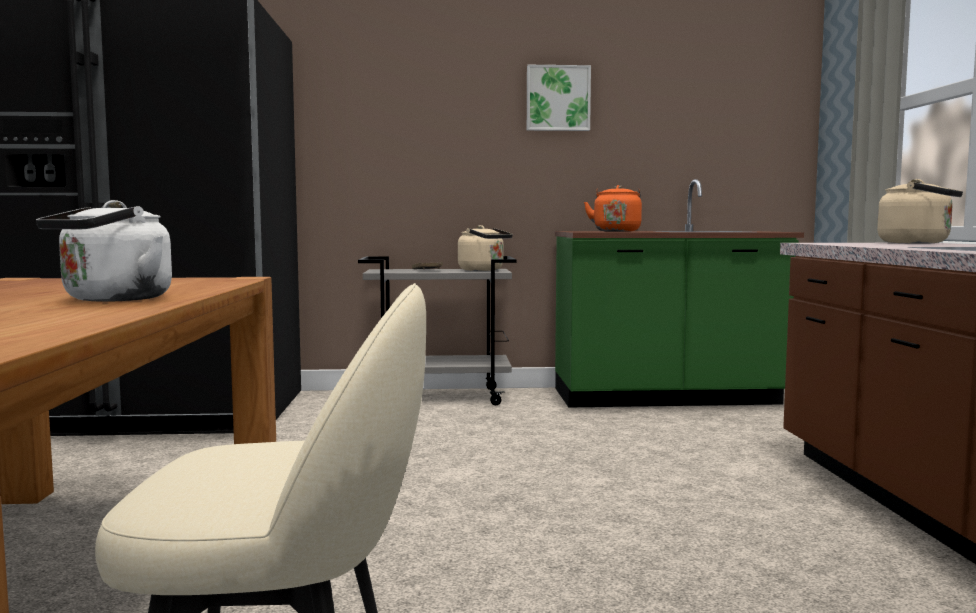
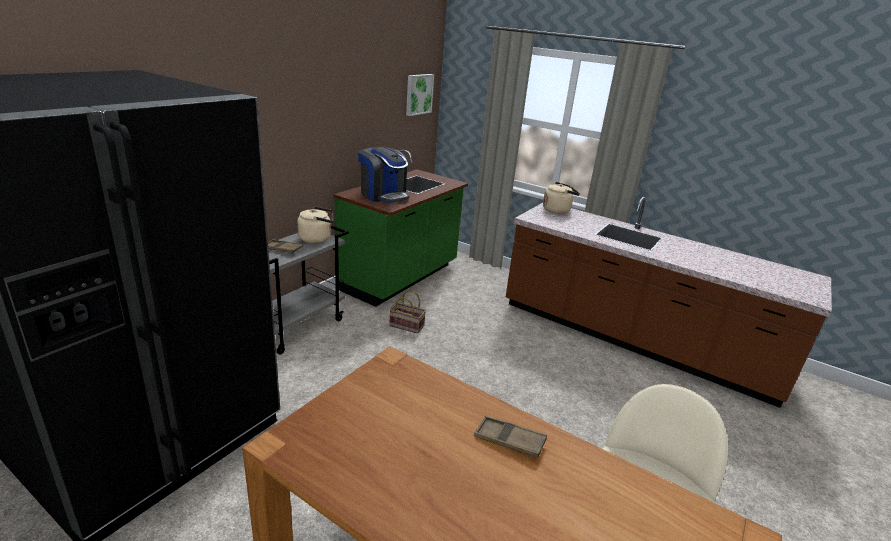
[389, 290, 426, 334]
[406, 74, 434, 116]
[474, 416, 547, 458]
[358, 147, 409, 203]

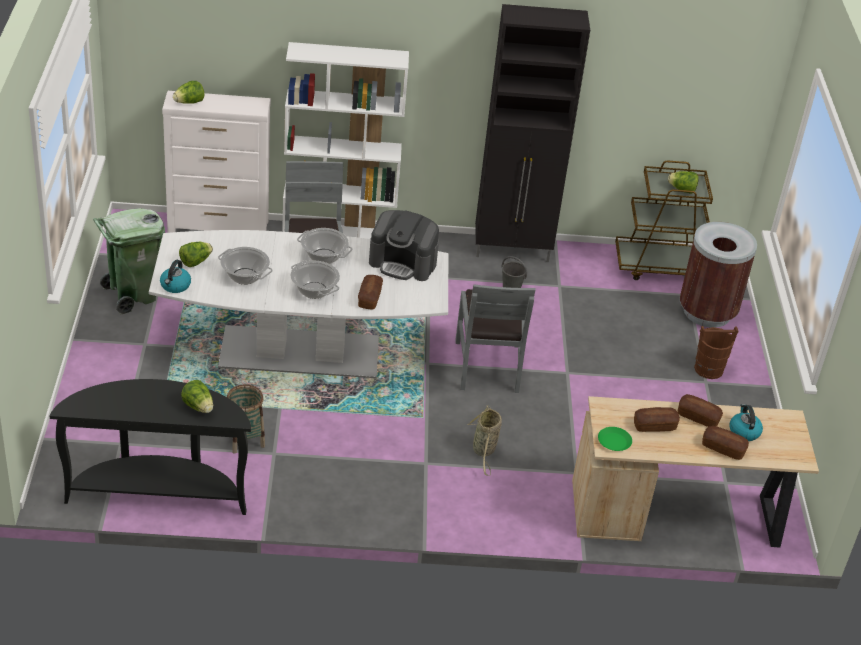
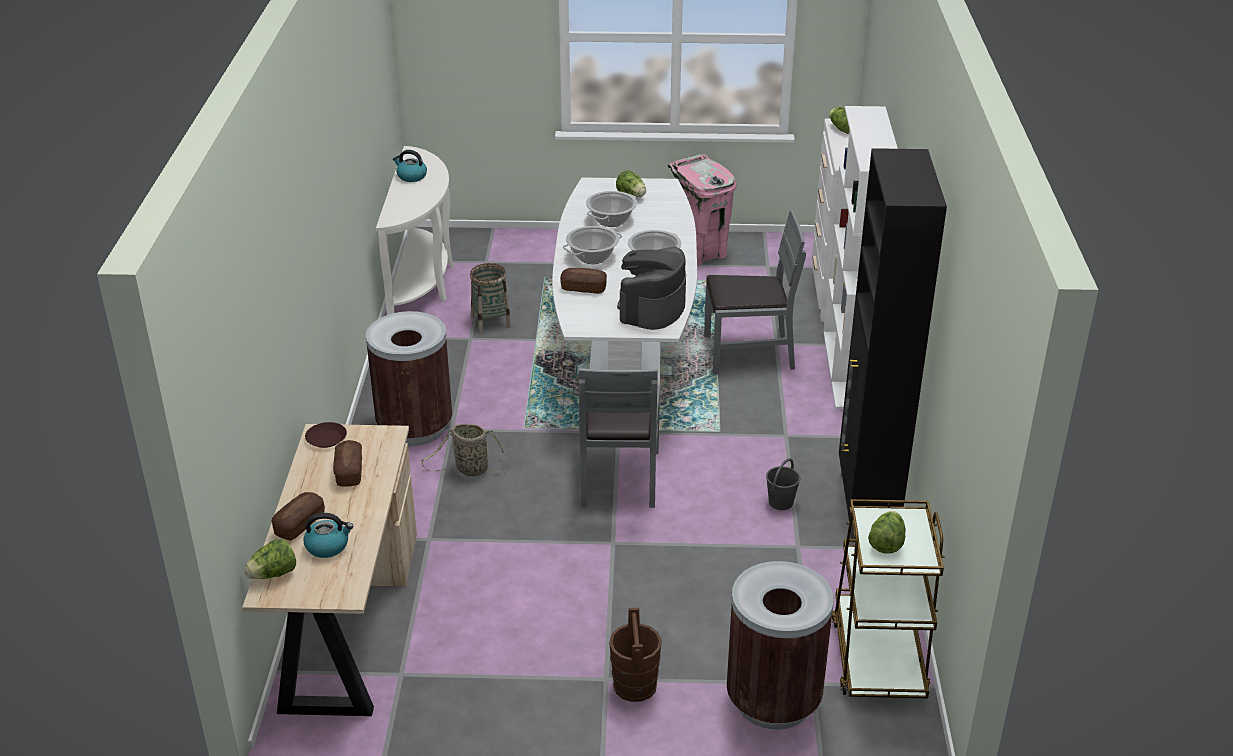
[677, 394, 723, 427] (first image)
[366, 311, 452, 446]
[393, 150, 427, 182]
[244, 539, 296, 579]
[376, 146, 454, 315]
[668, 154, 737, 265]
[305, 422, 347, 448]
[579, 368, 660, 508]

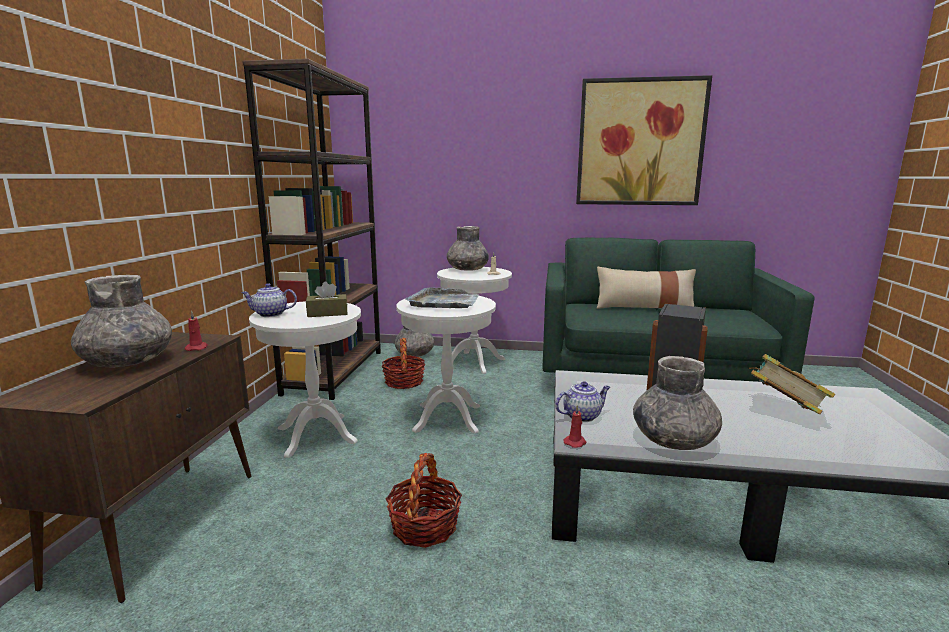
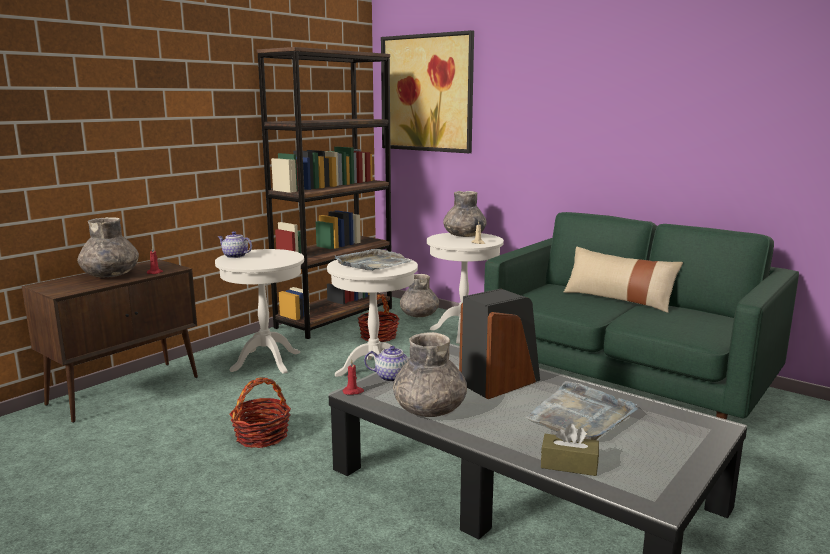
[541, 424, 599, 476]
[381, 30, 474, 153]
[525, 381, 638, 440]

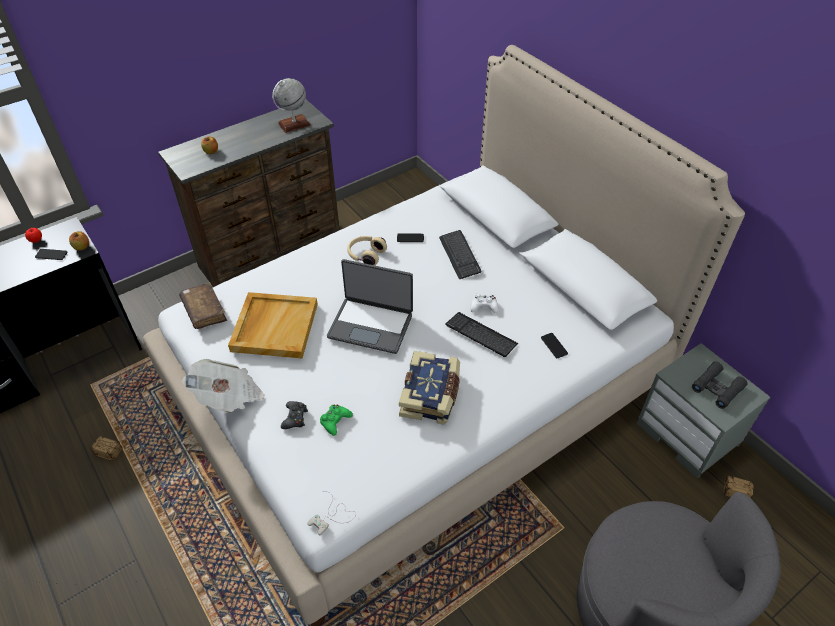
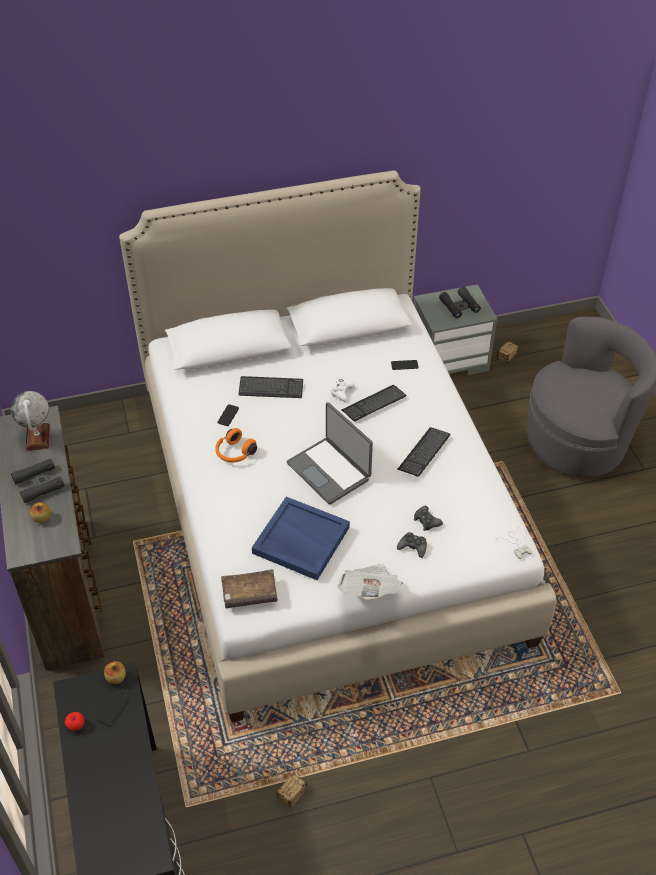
[11, 459, 65, 503]
[397, 427, 450, 477]
[252, 497, 350, 580]
[414, 505, 443, 531]
[215, 428, 257, 462]
[286, 402, 373, 505]

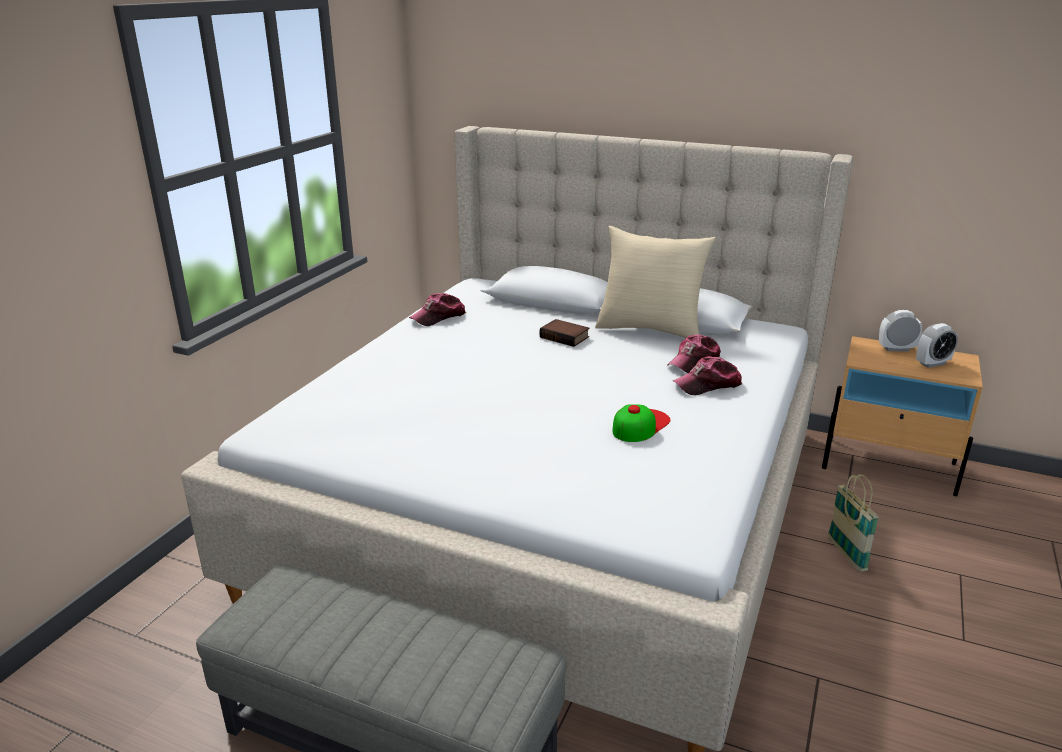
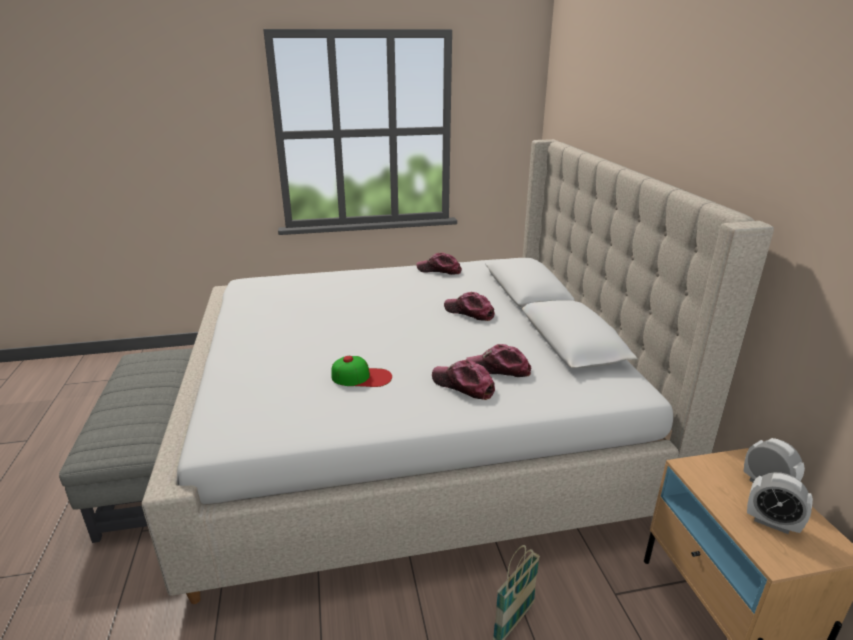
[595, 226, 716, 338] (first image)
[444, 292, 495, 321]

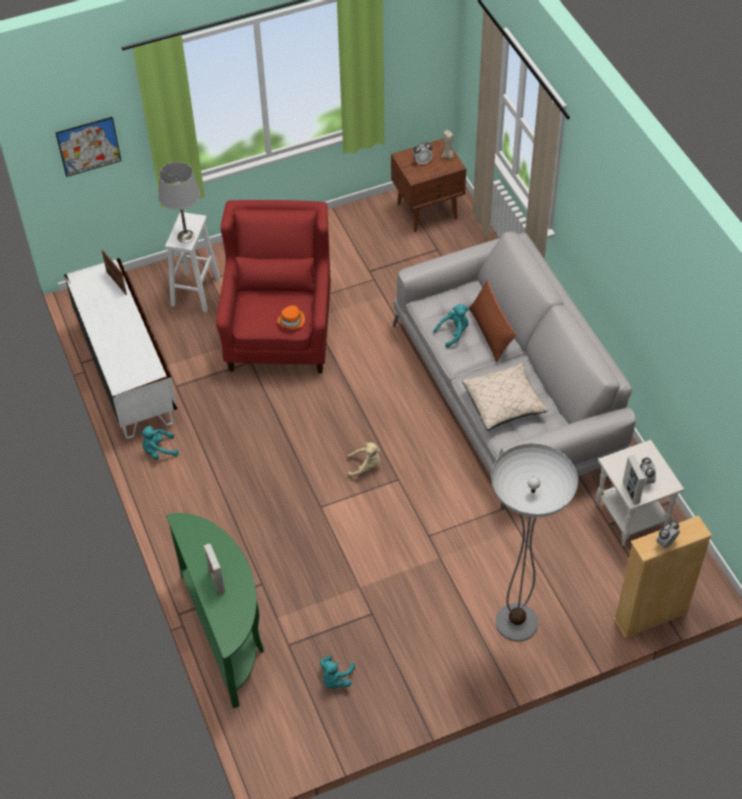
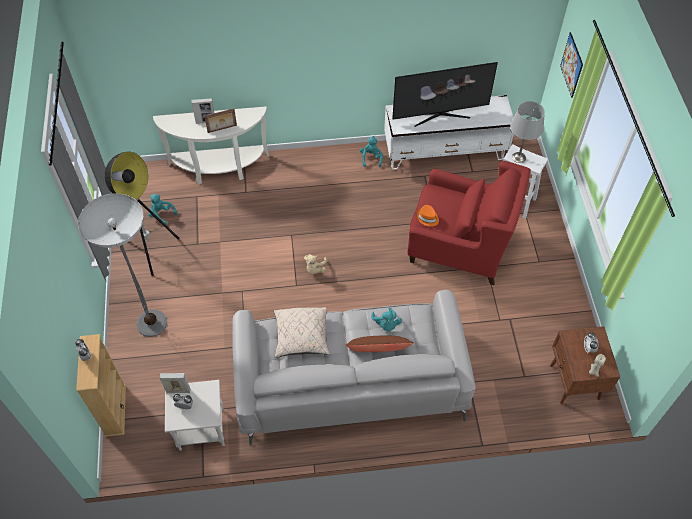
[105, 152, 180, 276]
[392, 62, 498, 127]
[204, 108, 237, 133]
[153, 107, 269, 184]

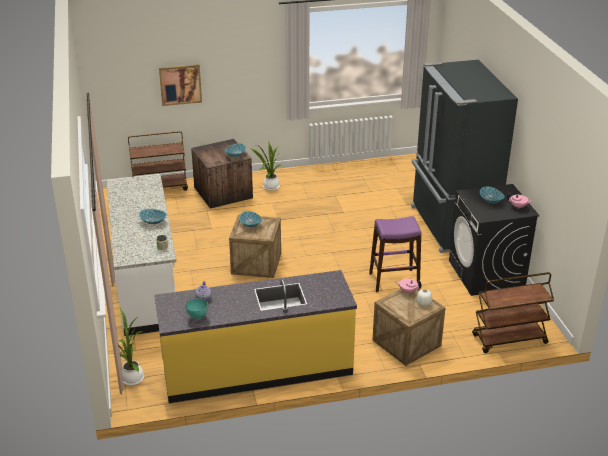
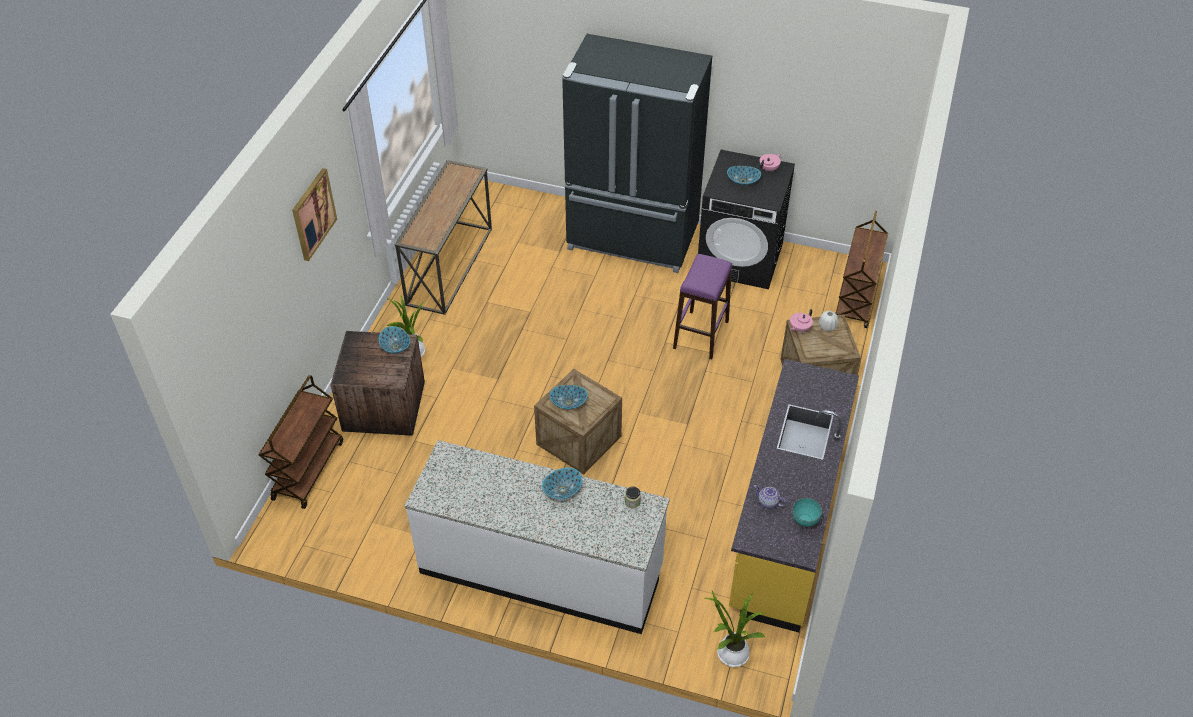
[395, 160, 492, 315]
[292, 168, 337, 261]

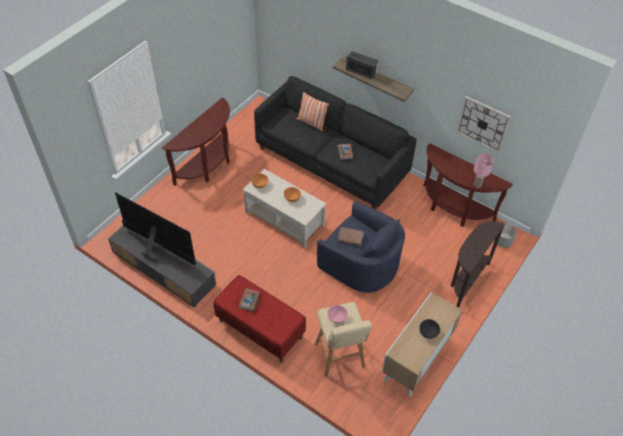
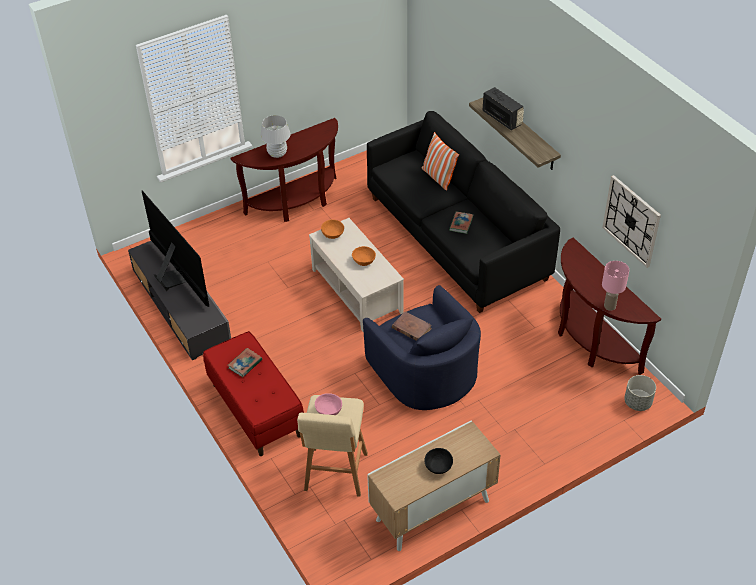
[451, 221, 505, 308] (first image)
[260, 115, 291, 158]

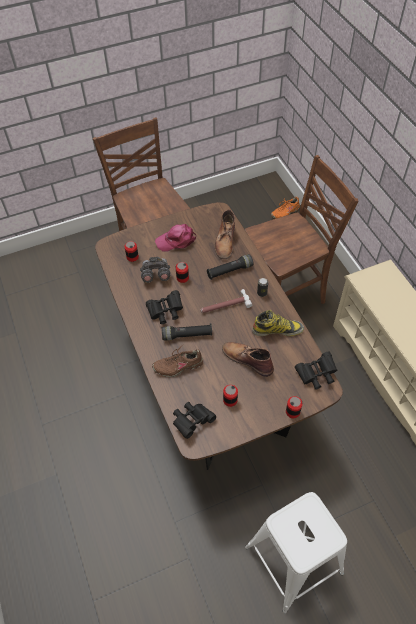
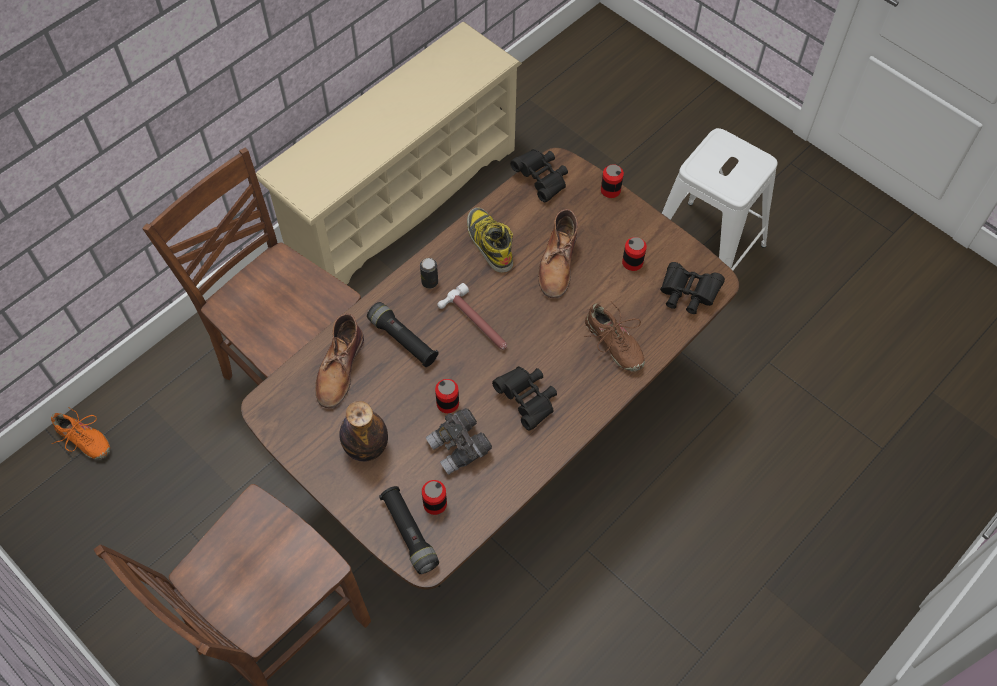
[379, 486, 439, 574]
[339, 401, 388, 462]
[315, 313, 364, 408]

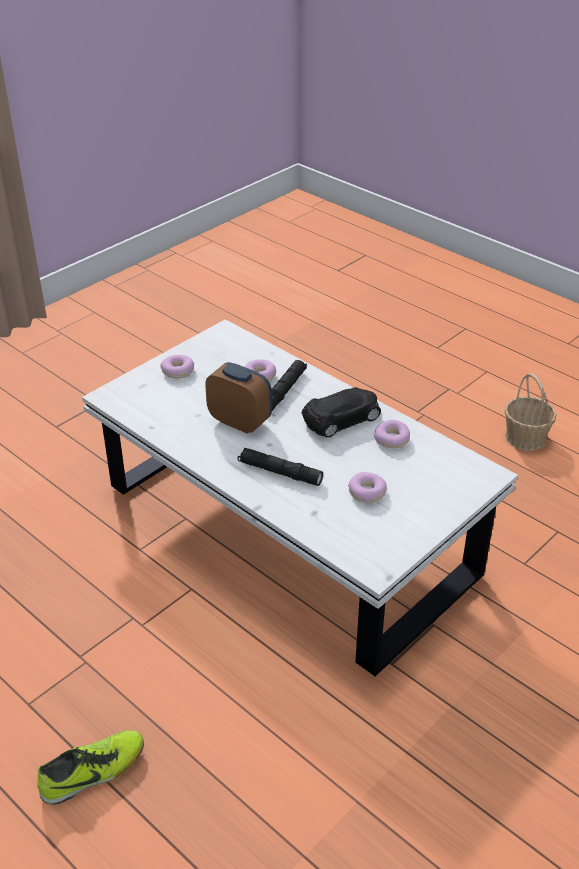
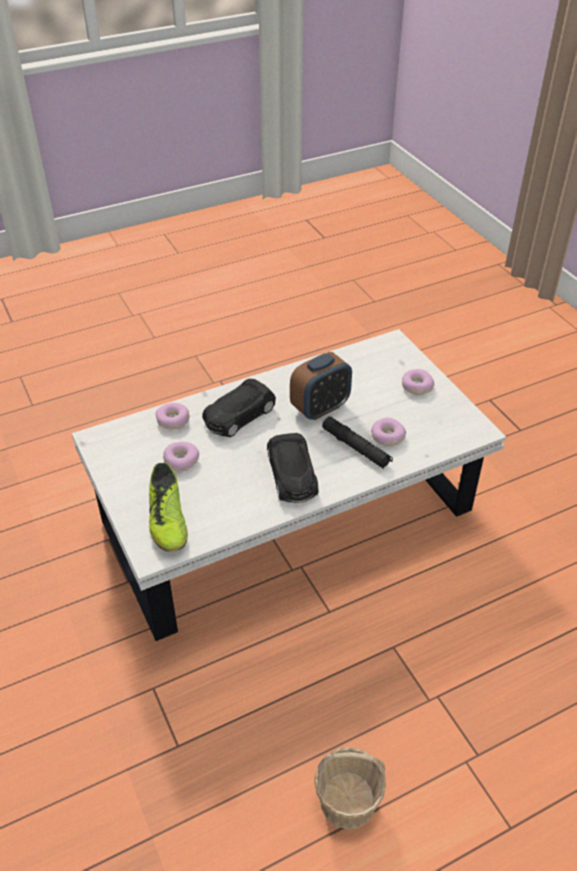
[149, 463, 188, 552]
[156, 403, 190, 430]
[202, 379, 276, 437]

